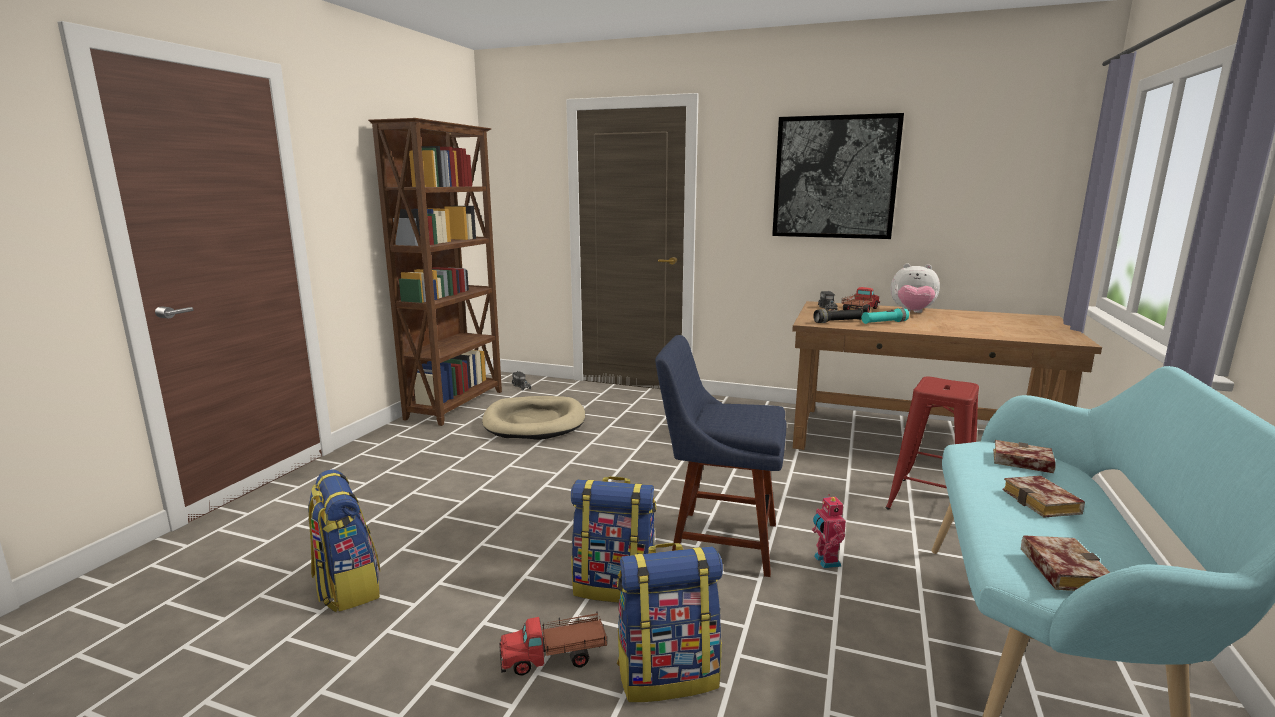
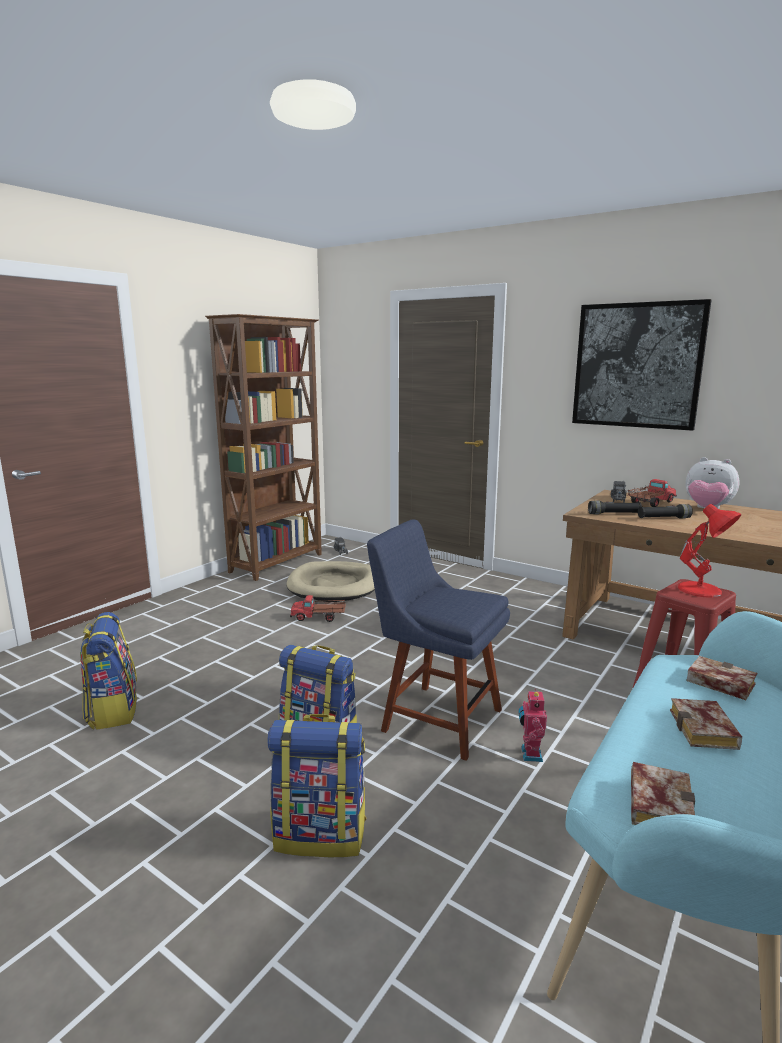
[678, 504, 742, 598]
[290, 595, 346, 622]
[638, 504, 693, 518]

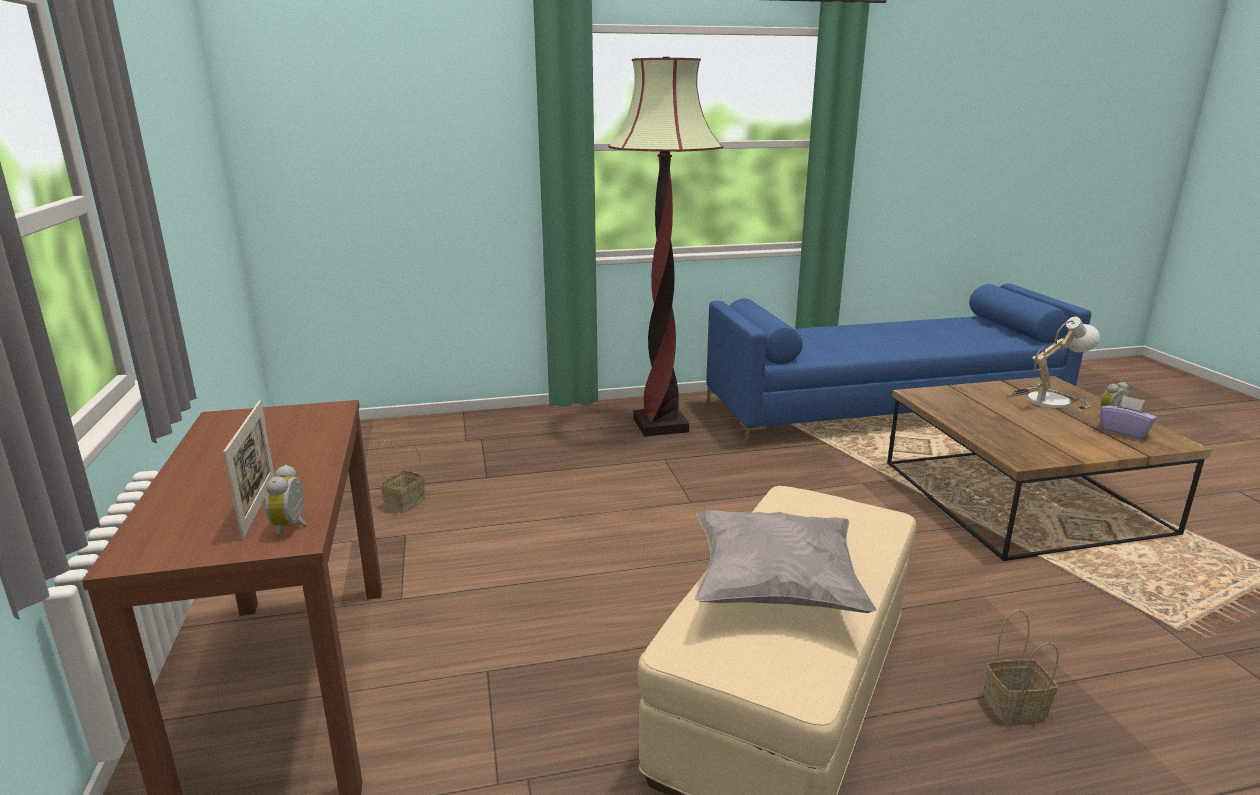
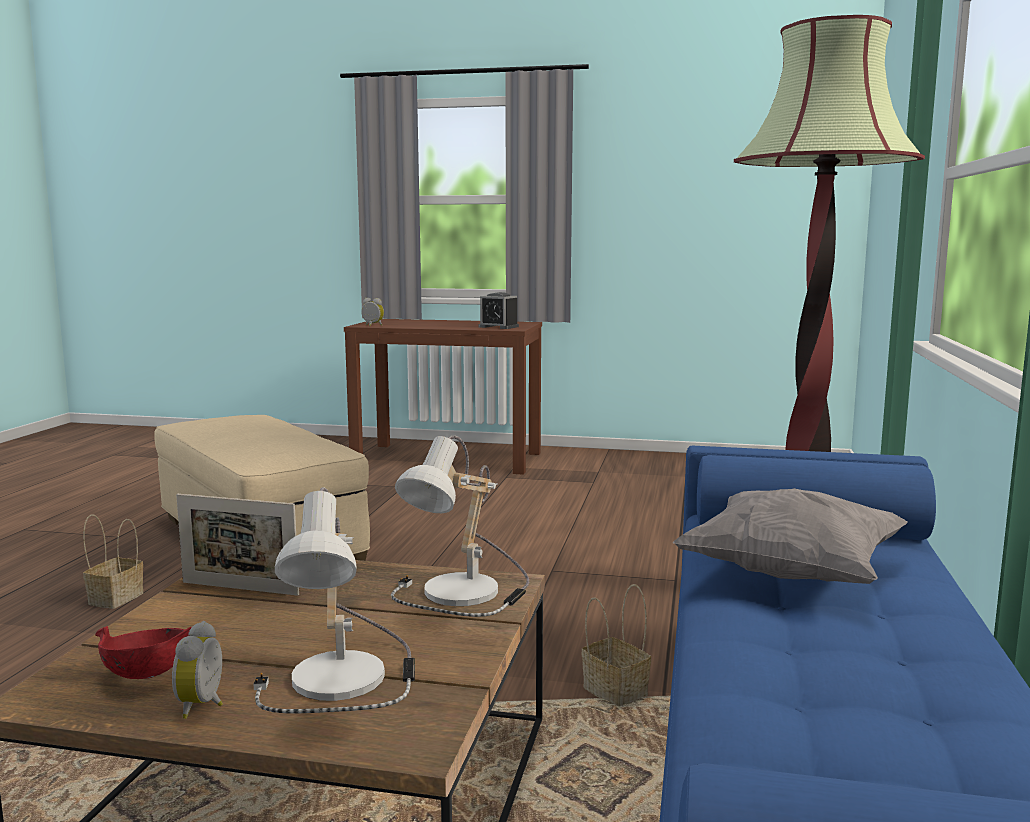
[391, 435, 529, 617]
[479, 292, 519, 329]
[176, 494, 299, 596]
[582, 584, 651, 706]
[672, 488, 908, 584]
[95, 626, 192, 679]

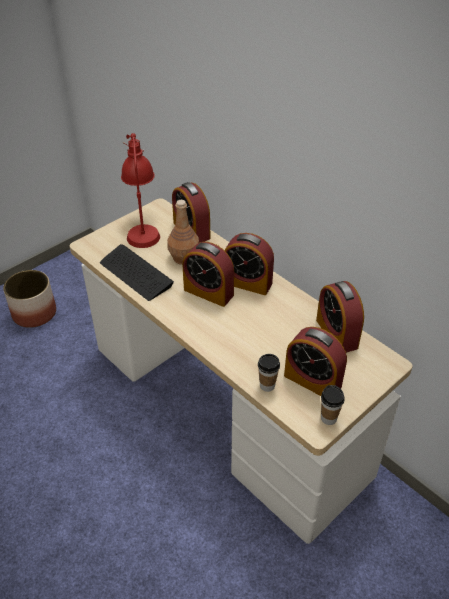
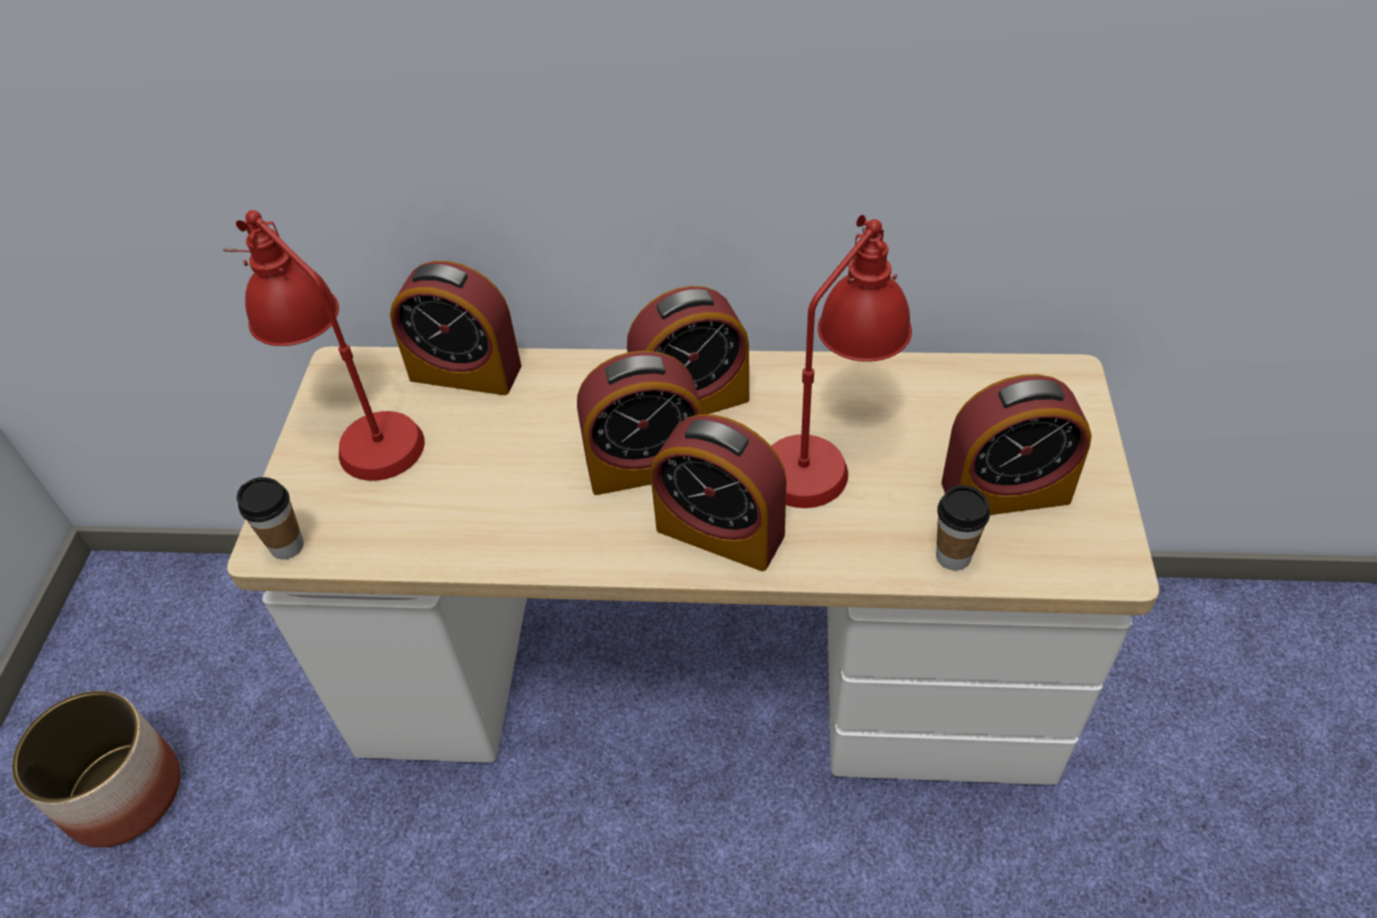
[100, 244, 174, 301] (first image)
[167, 200, 199, 265] (first image)
[771, 215, 912, 508]
[651, 414, 787, 571]
[237, 477, 304, 559]

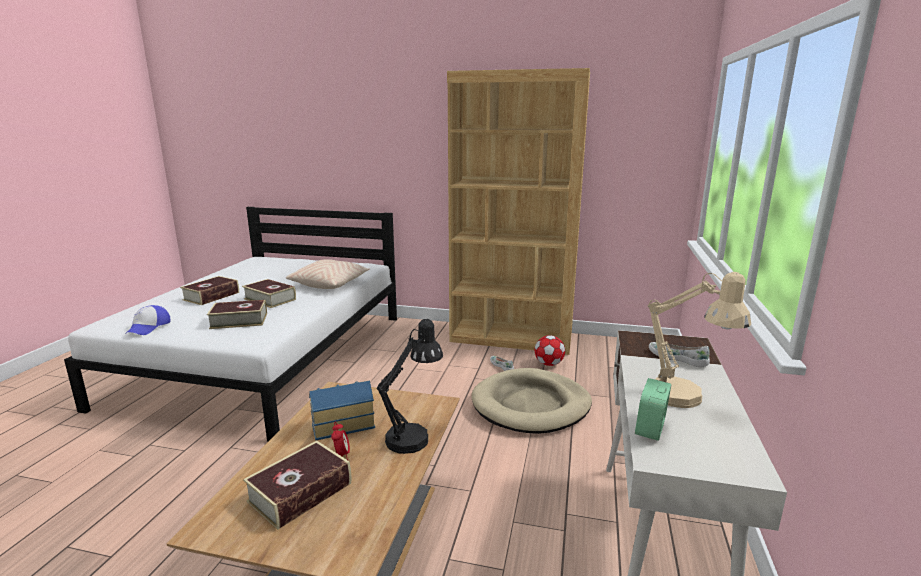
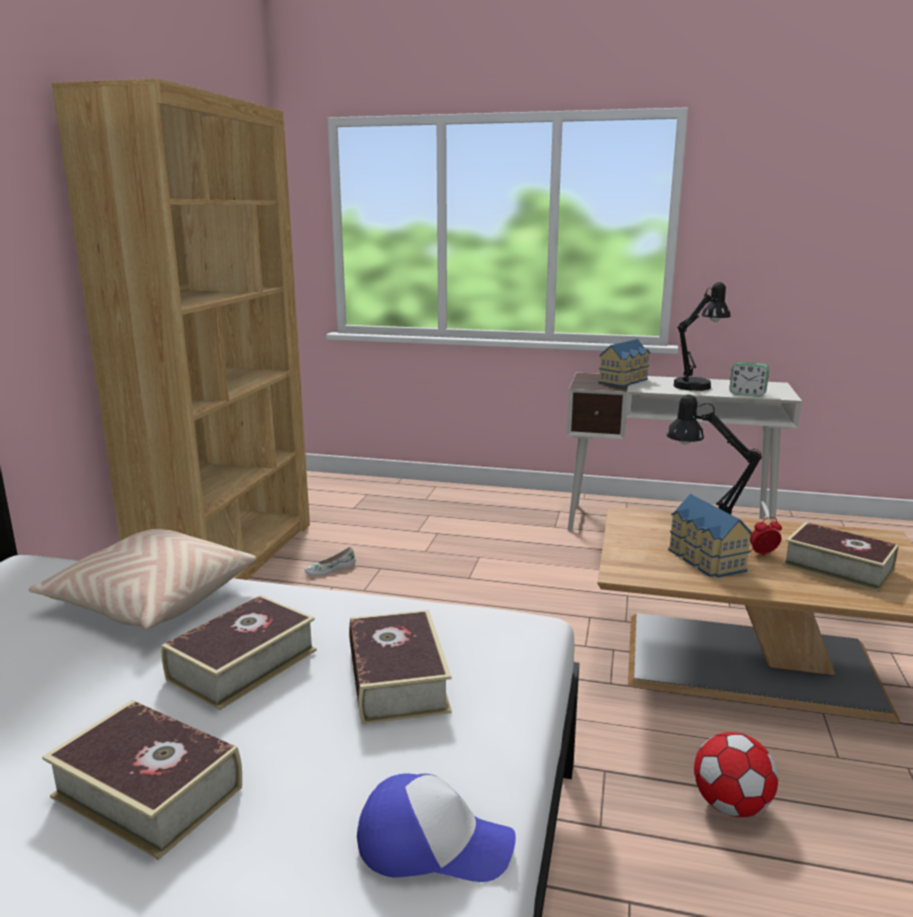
[472, 368, 592, 434] (first image)
[694, 732, 778, 817]
[598, 339, 650, 387]
[674, 282, 731, 391]

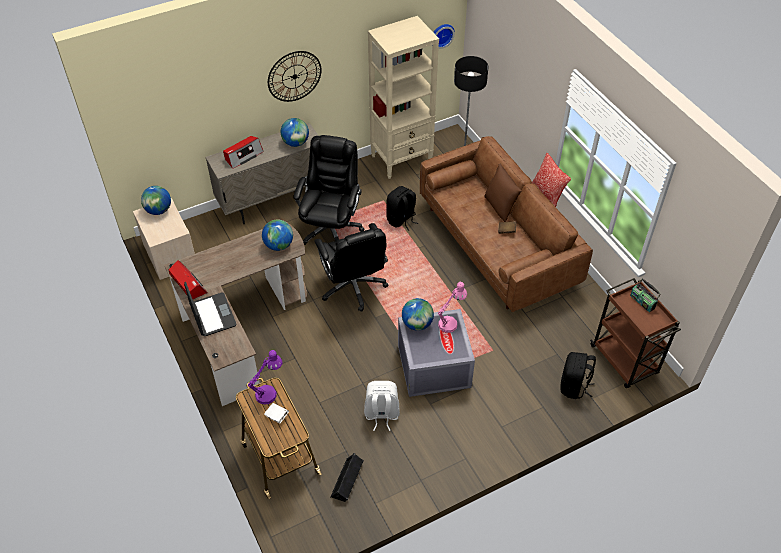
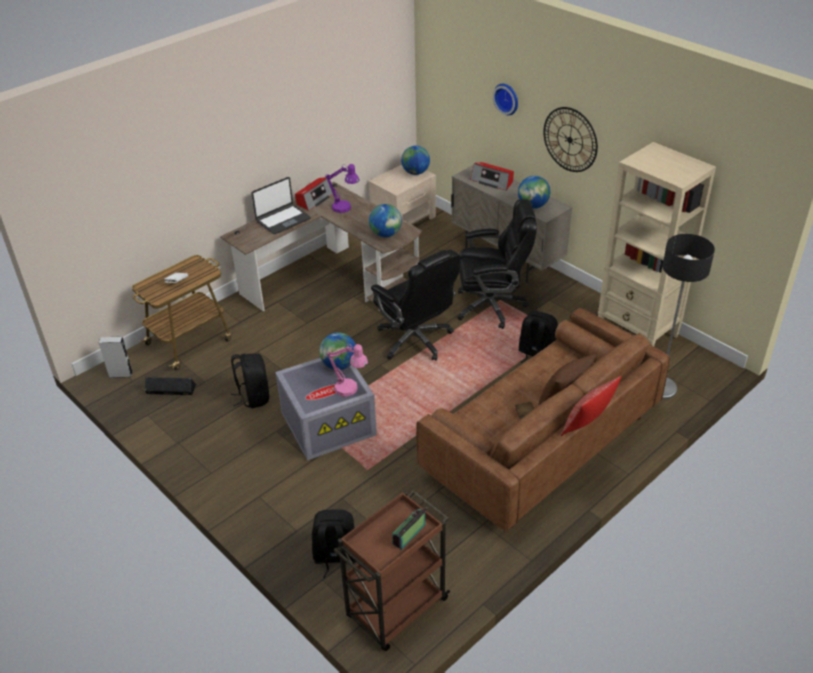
[99, 336, 133, 378]
[325, 164, 359, 213]
[493, 84, 518, 115]
[231, 353, 269, 408]
[371, 249, 460, 361]

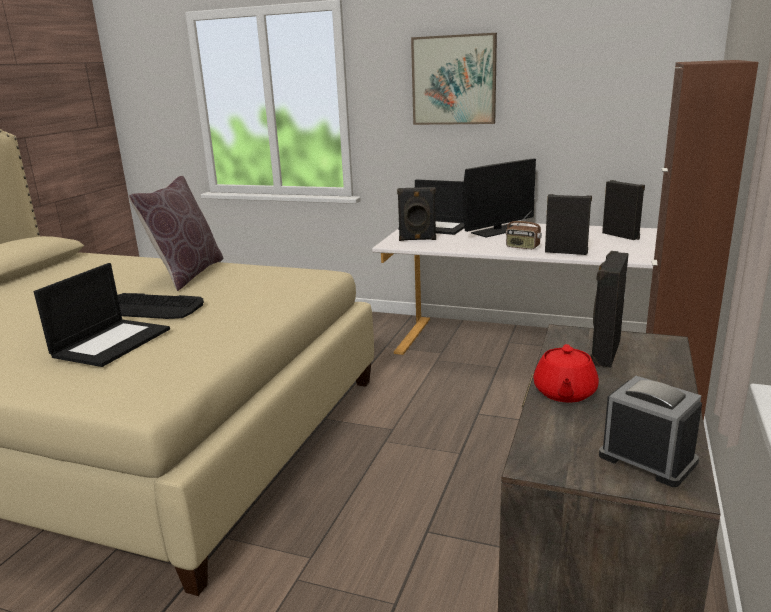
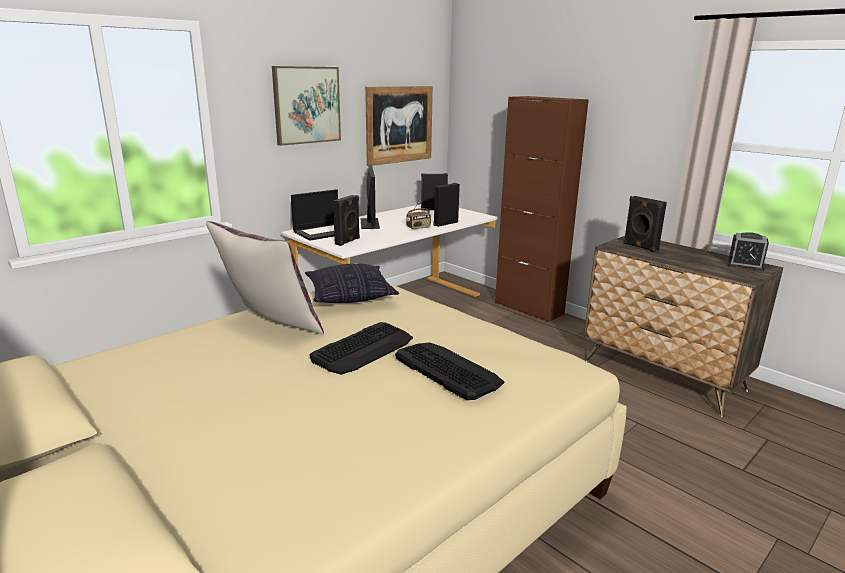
[533, 344, 599, 402] (first image)
[305, 263, 399, 303]
[365, 86, 433, 166]
[395, 342, 505, 400]
[727, 232, 769, 271]

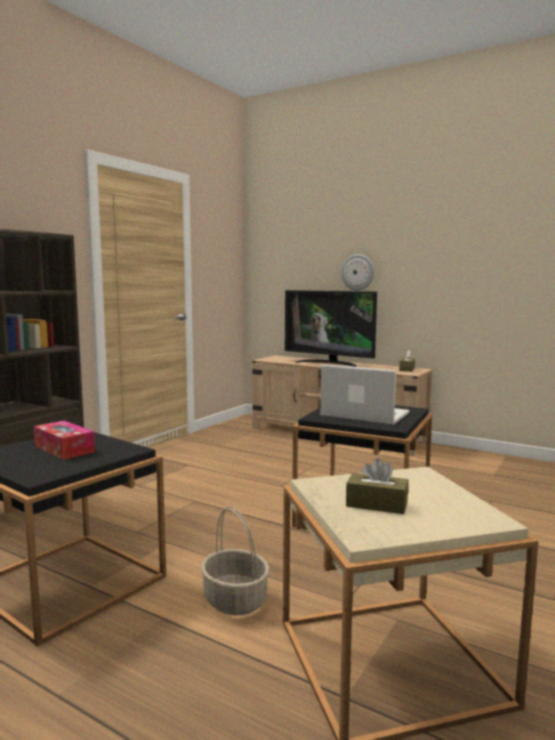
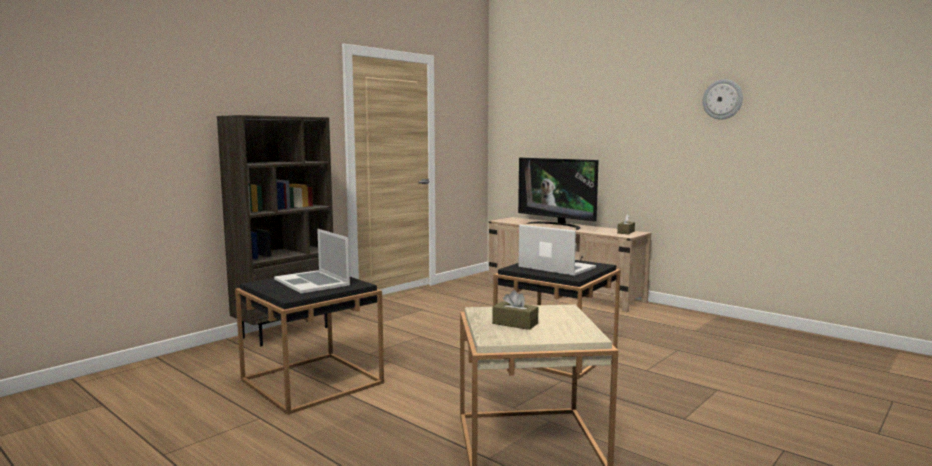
[201, 506, 270, 615] (first image)
[703, 79, 743, 120]
[274, 229, 350, 293]

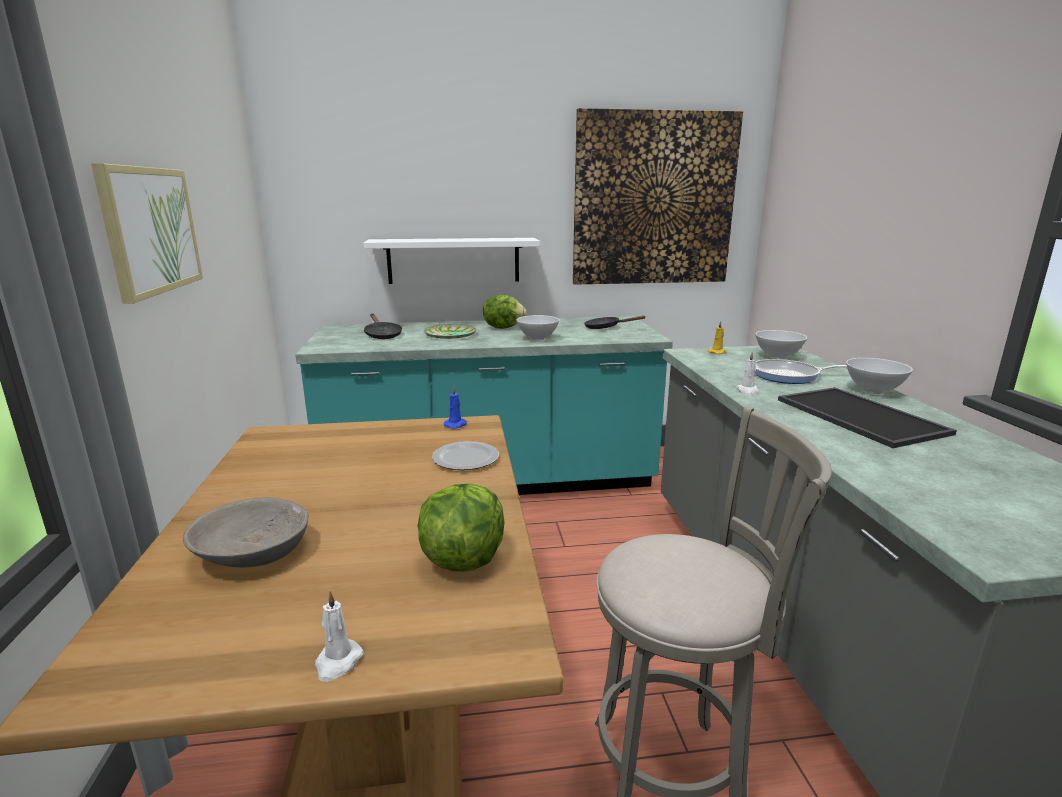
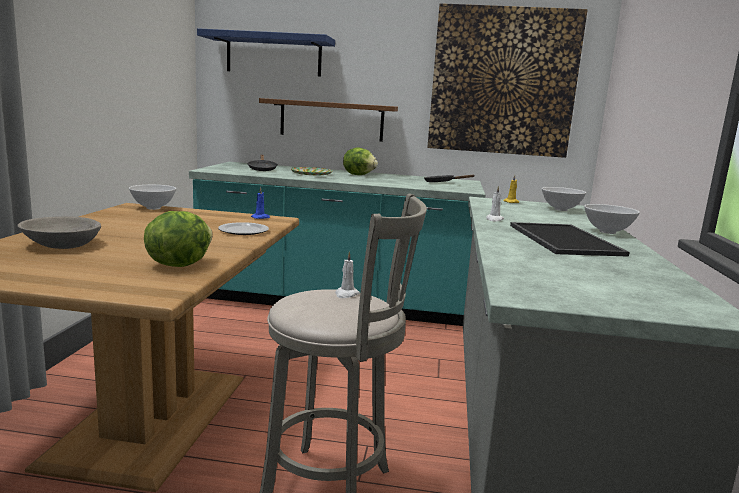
[91, 163, 203, 304] (first image)
[755, 359, 847, 384] (first image)
[197, 28, 335, 76]
[335, 251, 360, 298]
[129, 185, 176, 210]
[259, 98, 398, 142]

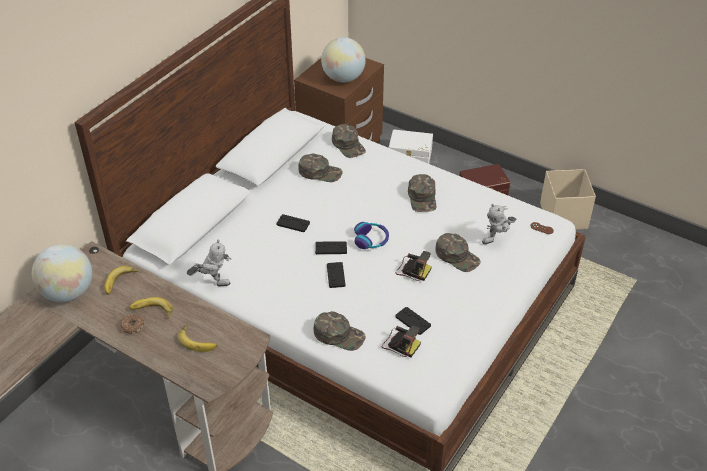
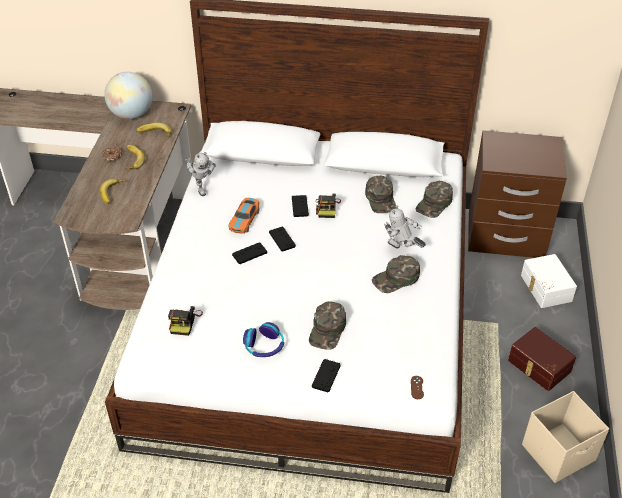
[314, 311, 366, 351] (first image)
[321, 37, 366, 83] (first image)
[229, 198, 260, 233]
[243, 322, 284, 357]
[312, 359, 341, 392]
[316, 194, 341, 218]
[384, 205, 426, 249]

